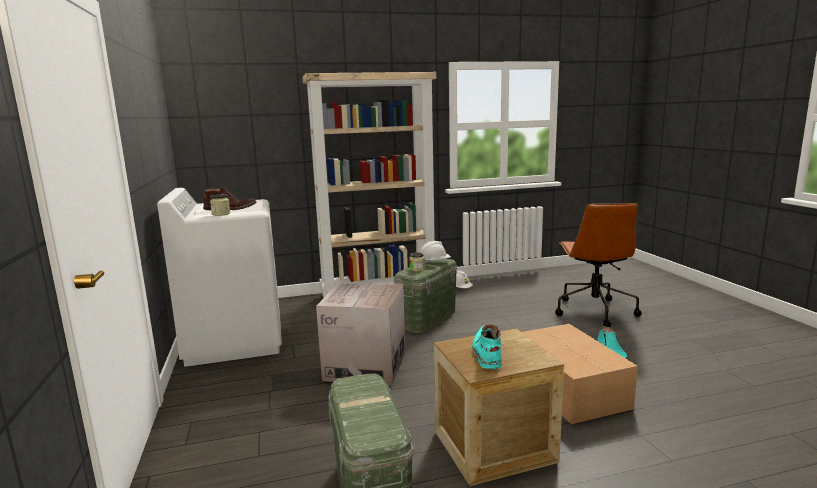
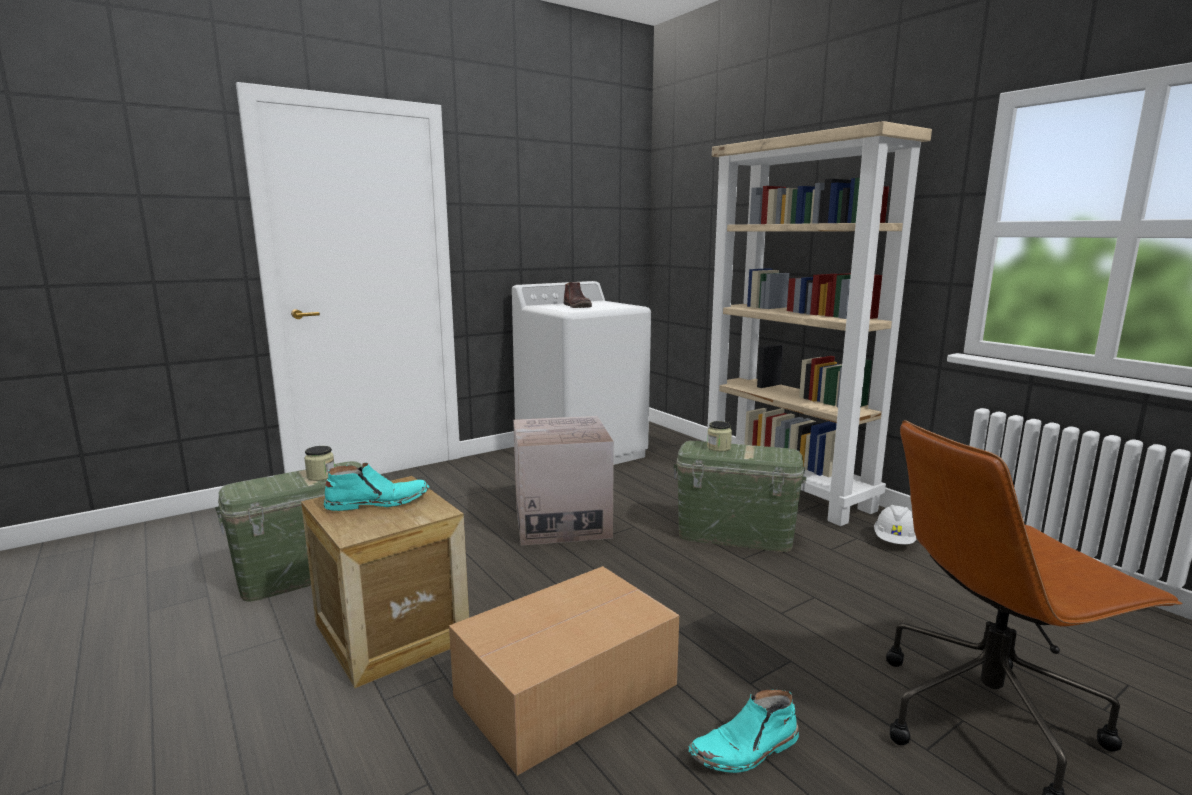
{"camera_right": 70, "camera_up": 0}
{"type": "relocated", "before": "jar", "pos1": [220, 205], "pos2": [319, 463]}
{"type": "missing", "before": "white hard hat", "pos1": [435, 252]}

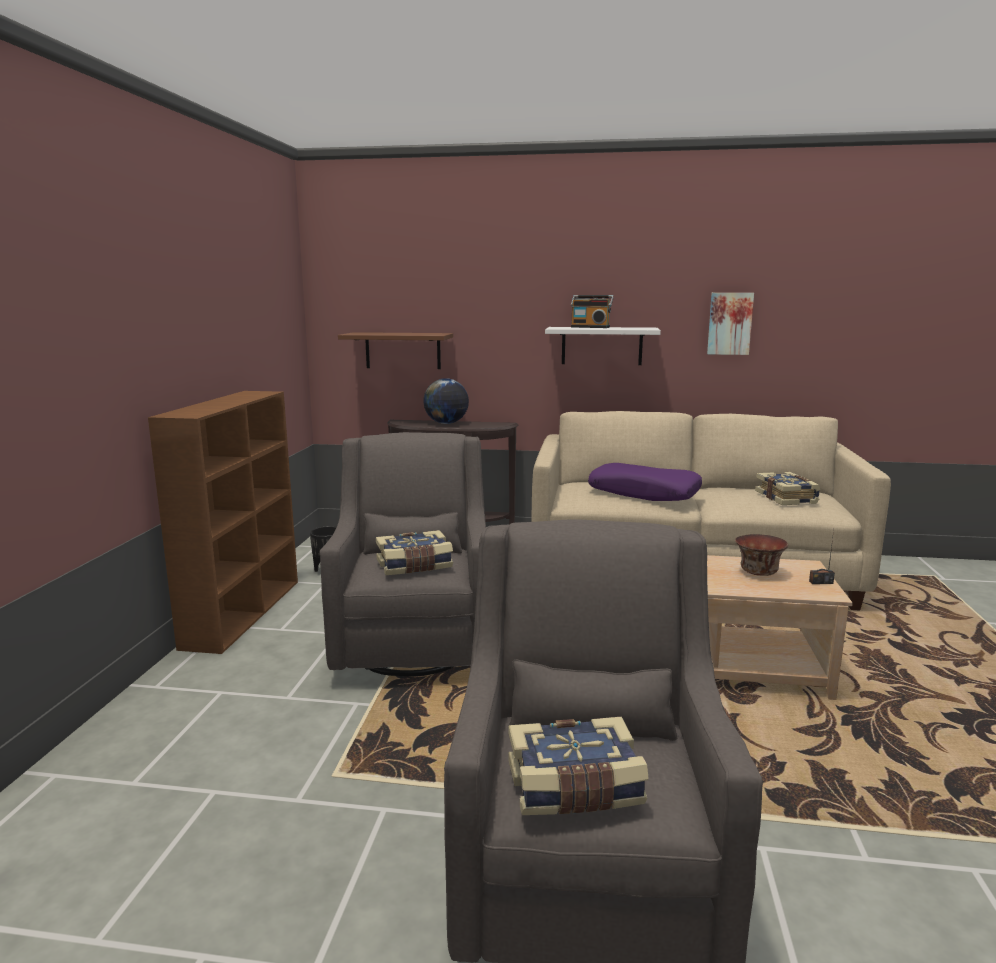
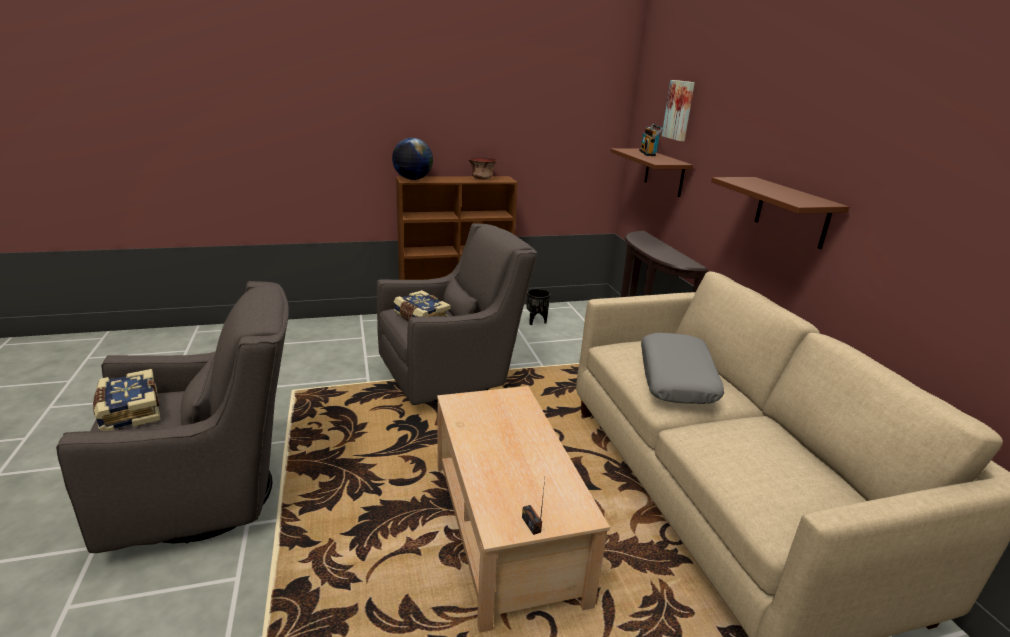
{"camera_right": 65, "camera_up": 10}
{"type": "relocated", "before": "globe", "pos1": [446, 401], "pos2": [412, 159]}
{"type": "relocated", "before": "bowl", "pos1": [761, 555], "pos2": [482, 168]}
{"type": "relocated", "before": "radio", "pos1": [592, 311], "pos2": [651, 140]}
{"type": "colour", "before": "purple pillow", "after": "grey pillow", "pos1": [645, 482], "pos2": [682, 368]}
{"type": "relocated", "before": "picture", "pos1": [730, 324], "pos2": [678, 110]}
{"type": "colour", "before": "white shelf", "after": "brown shelf", "pos1": [603, 346], "pos2": [780, 213]}
{"type": "missing", "before": "book", "pos1": [788, 488]}

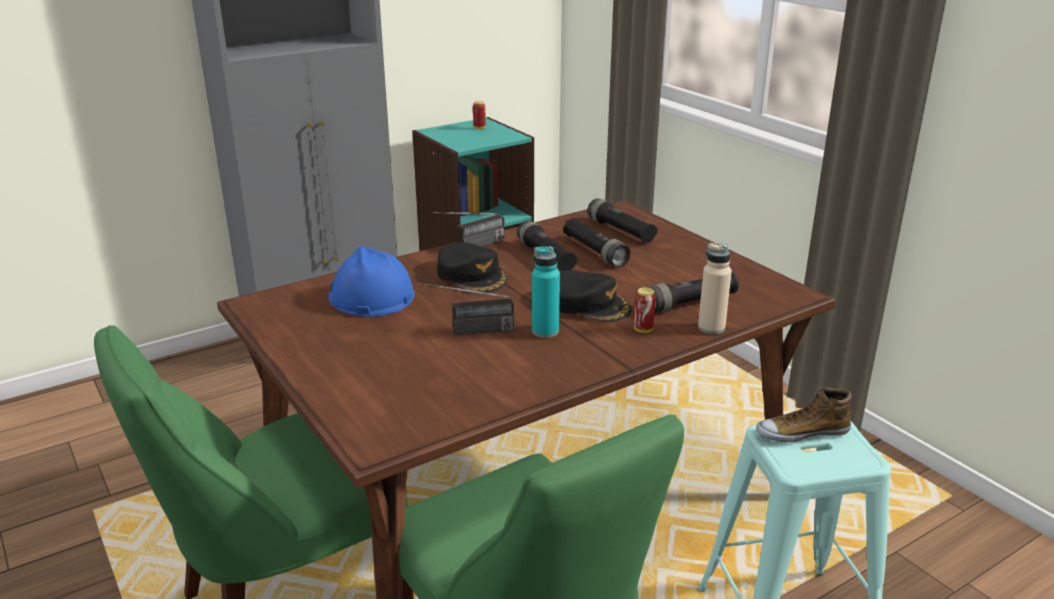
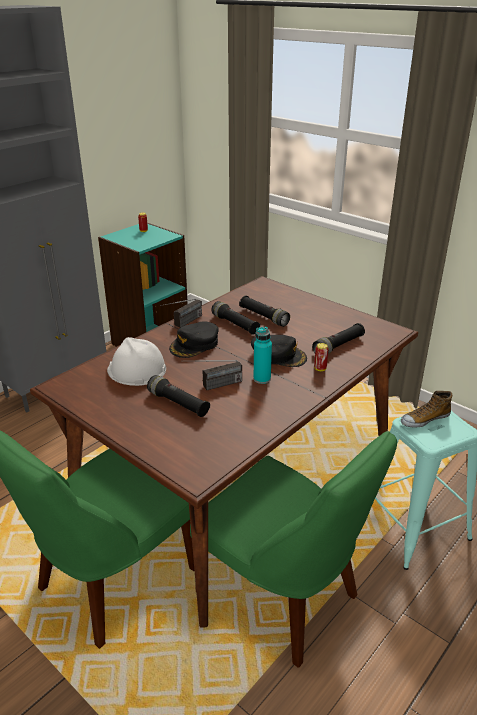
{"camera_right": -15, "camera_up": 5}
{"type": "colour", "before": "blue hard hat", "after": "white hard hat", "pos1": [371, 281], "pos2": [136, 361]}
{"type": "relocated", "before": "black flashlight", "pos1": [622, 220], "pos2": [178, 396]}
{"type": "spun", "before": "black cap", "pos1": [472, 267], "pos2": [194, 340], "turn": 90}
{"type": "missing", "before": "beige bottle", "pos1": [715, 288]}

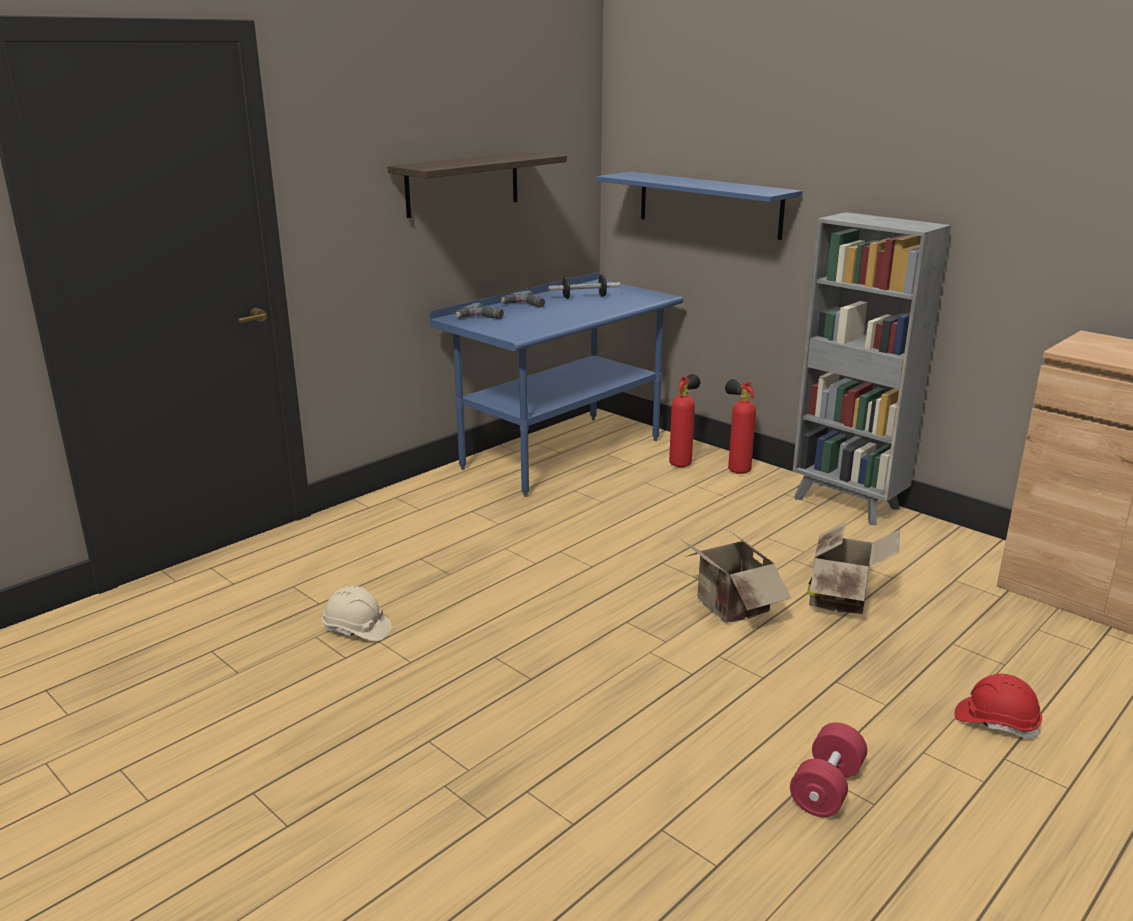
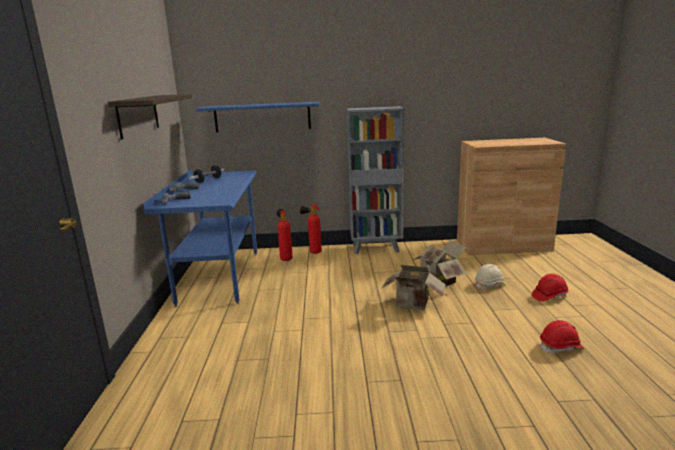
{"camera_right": -45, "camera_up": -5}
{"type": "relocated", "before": "beige hard hat", "pos1": [357, 613], "pos2": [490, 276]}
{"type": "exchanged", "before": "red dumbbell", "after": "red hard hat", "pos1": [828, 769], "pos2": [562, 336]}

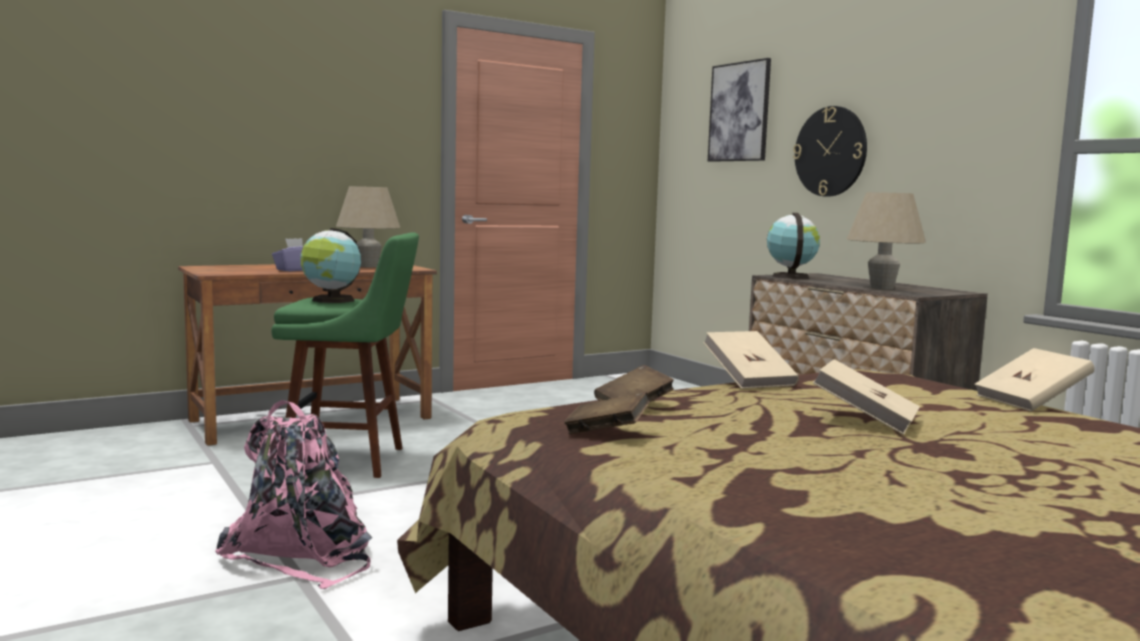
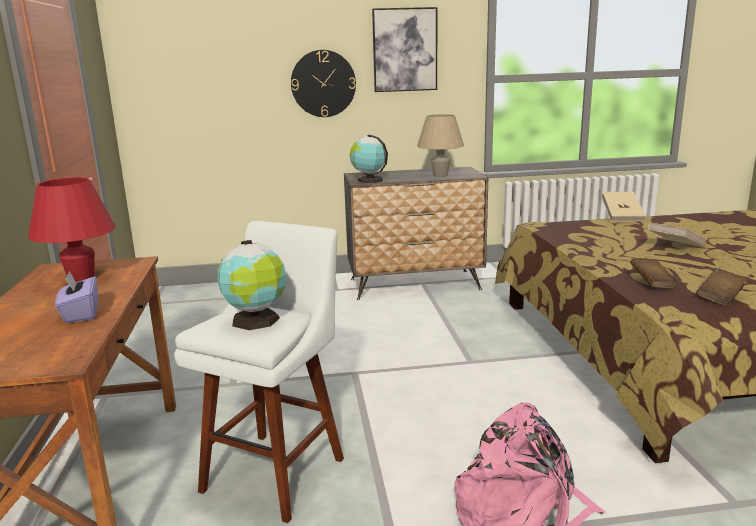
{"camera_right": -65, "camera_up": 10}
{"type": "colour", "before": "beige table lamp", "after": "red table lamp", "pos1": [368, 226], "pos2": [72, 229]}
{"type": "colour", "before": "green stool", "after": "white stool", "pos1": [345, 355], "pos2": [259, 372]}
{"type": "relocated", "before": "picture", "pos1": [739, 110], "pos2": [404, 49]}
{"type": "missing", "before": "beige book", "pos1": [751, 360]}

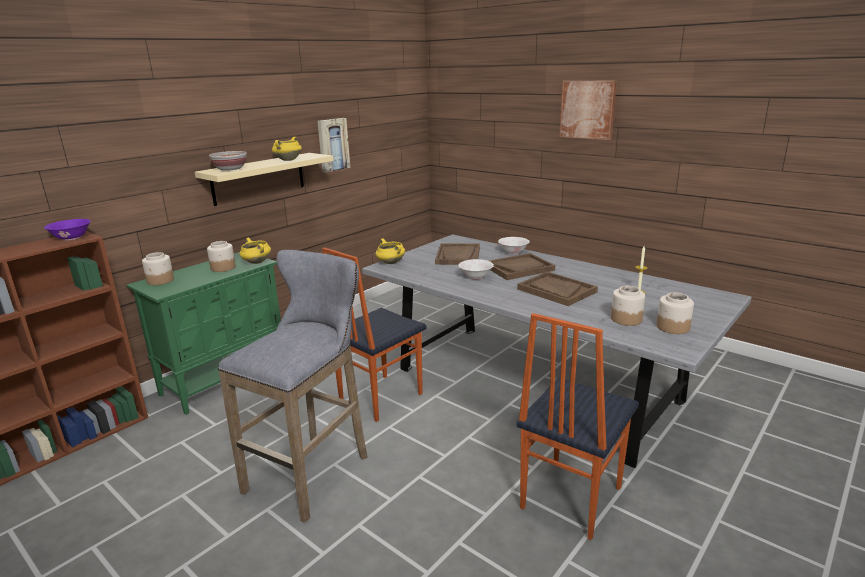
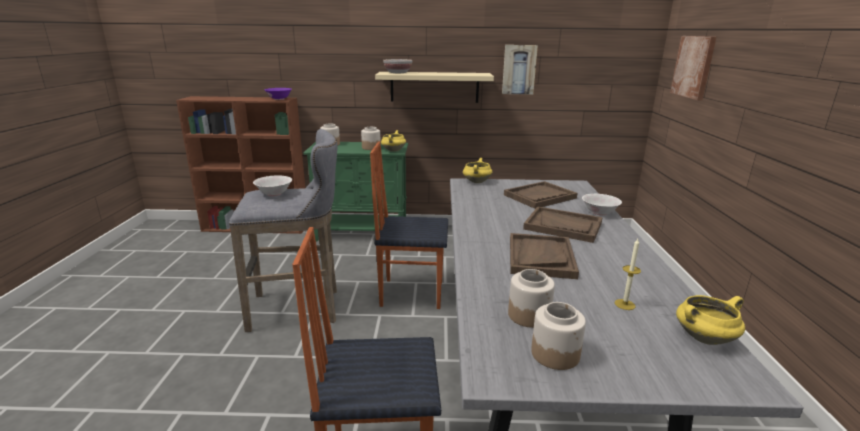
{"camera_right": 50, "camera_up": 0}
{"type": "relocated", "before": "white bowl", "pos1": [476, 269], "pos2": [272, 185]}
{"type": "relocated", "before": "picture", "pos1": [588, 110], "pos2": [693, 68]}
{"type": "relocated", "before": "yellow cooking pot", "pos1": [287, 149], "pos2": [710, 320]}

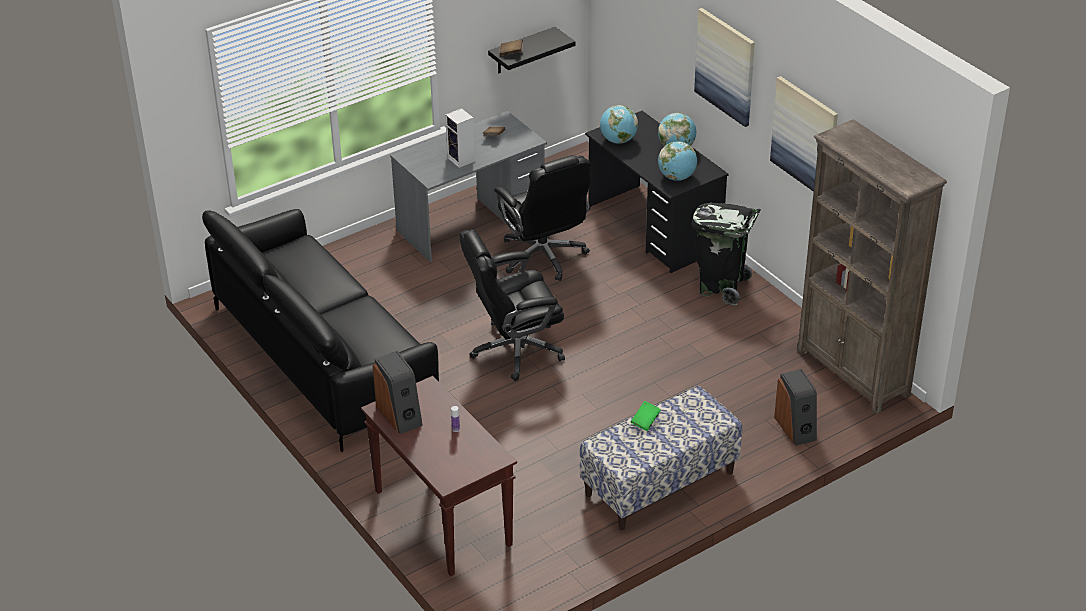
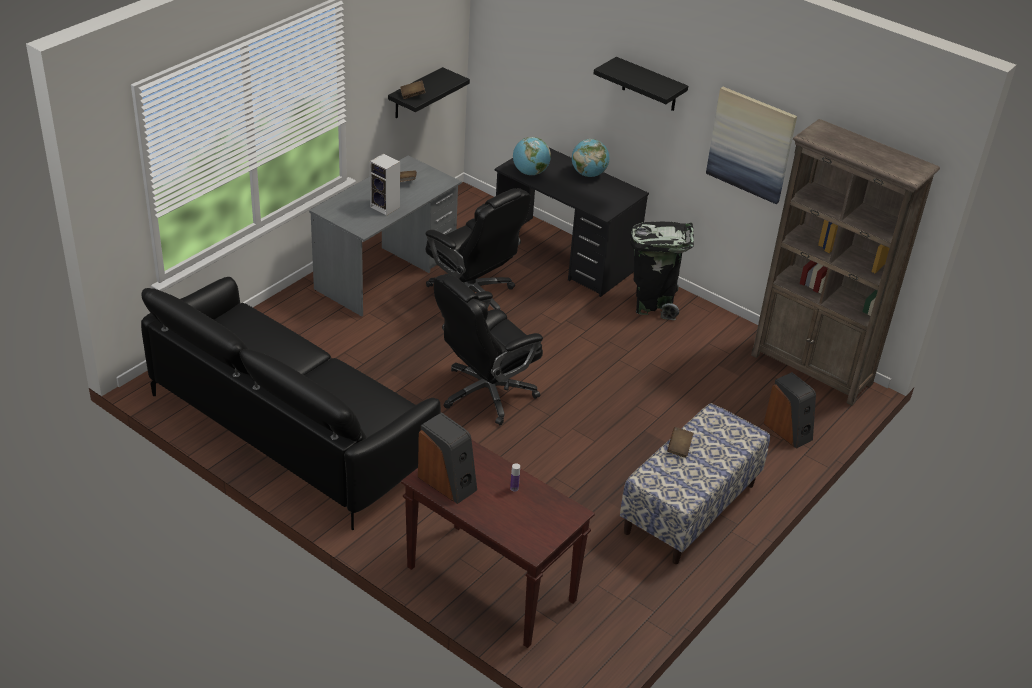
{"camera_right": -20, "camera_up": 0}
{"type": "exchanged", "before": "picture", "after": "black shelf", "pos1": [724, 67], "pos2": [640, 84]}
{"type": "colour", "before": "green book", "after": "brown book", "pos1": [646, 416], "pos2": [680, 442]}
{"type": "missing", "before": "globe", "pos1": [677, 161]}

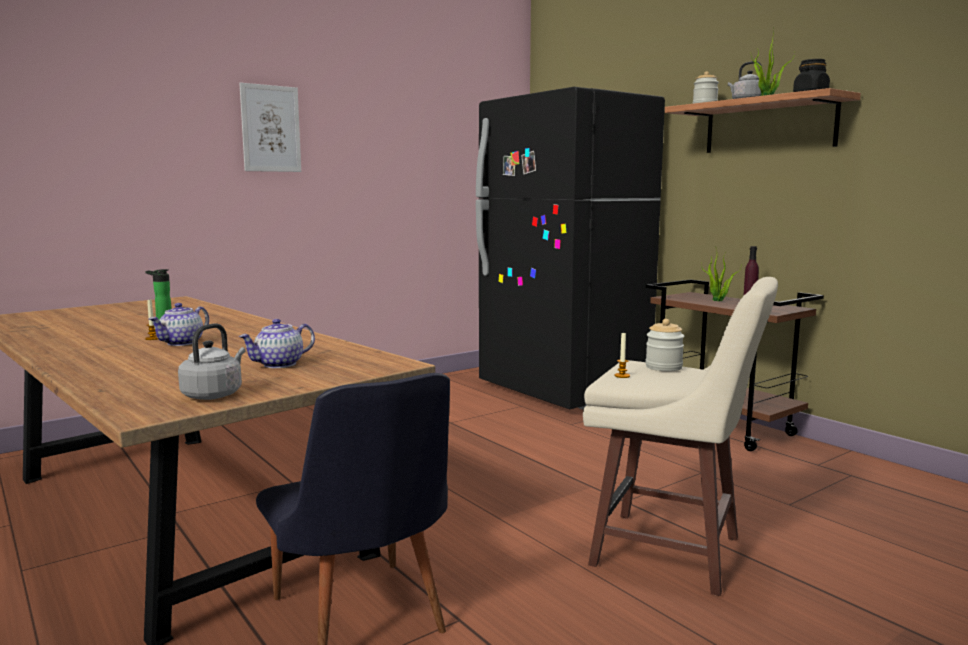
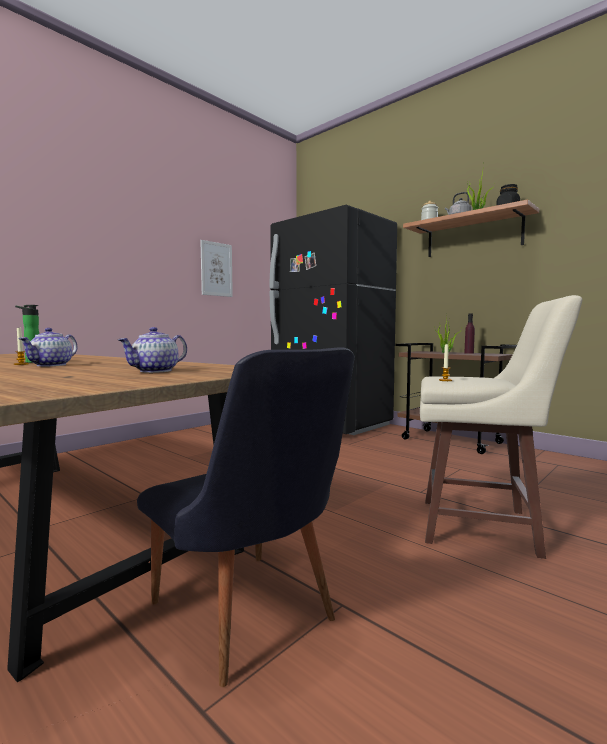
{"camera_right": -10, "camera_up": -5}
{"type": "relocated", "before": "picture", "pos1": [270, 127], "pos2": [216, 268]}
{"type": "missing", "before": "grey kettle", "pos1": [212, 361]}
{"type": "missing", "before": "jar", "pos1": [665, 345]}

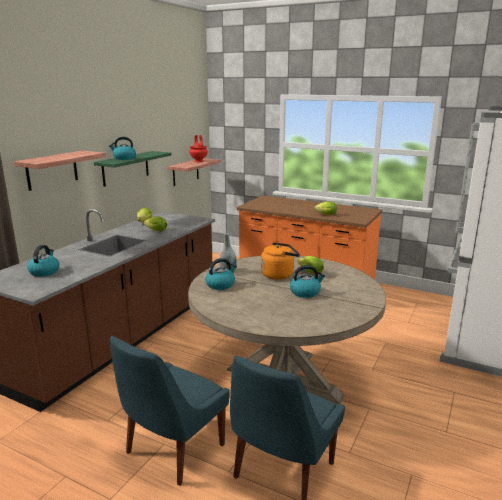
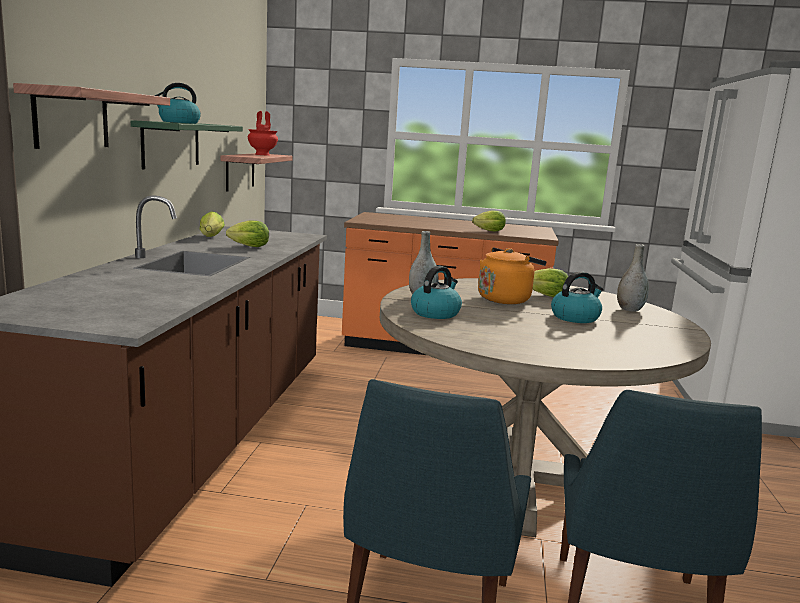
{"camera_right": -20, "camera_up": -5}
{"type": "appeared", "after": "grey vase", "pos2": [633, 278]}
{"type": "missing", "before": "kettle", "pos1": [43, 261]}

